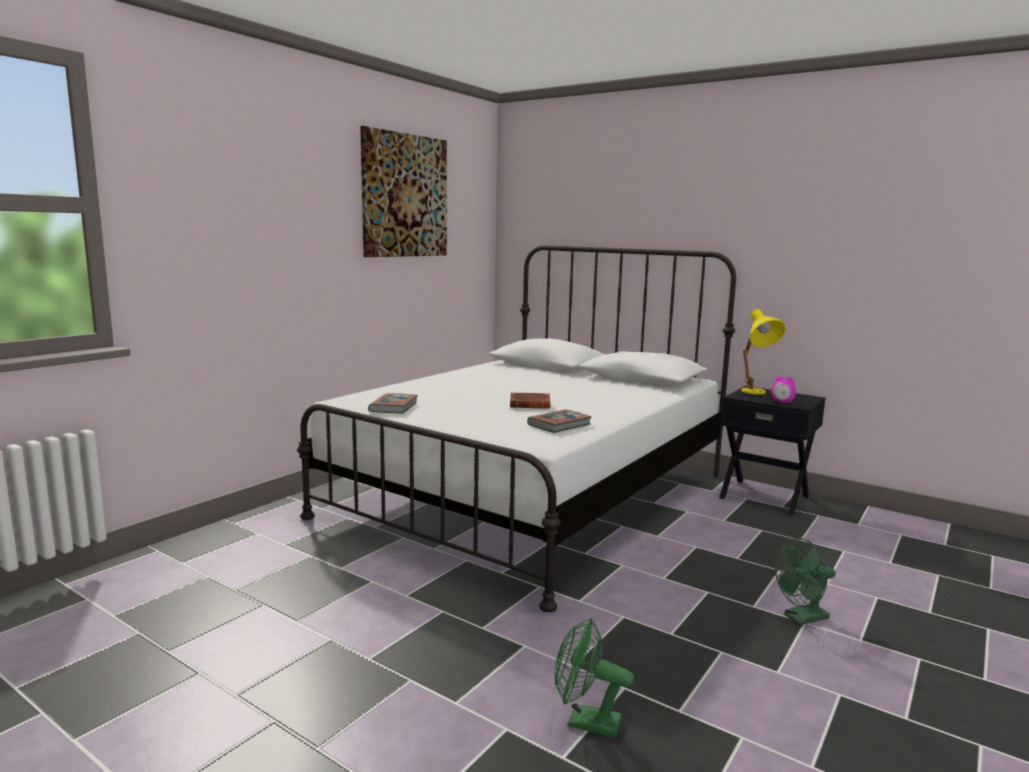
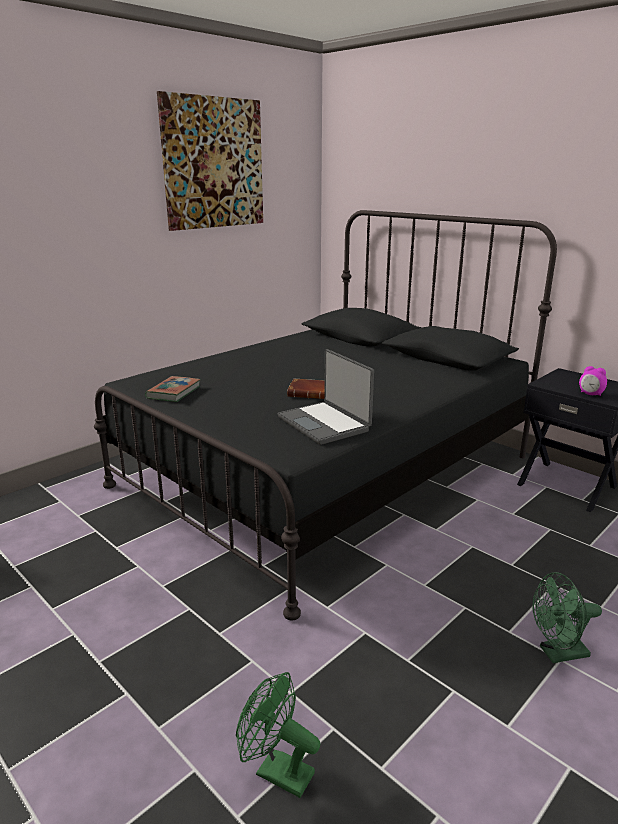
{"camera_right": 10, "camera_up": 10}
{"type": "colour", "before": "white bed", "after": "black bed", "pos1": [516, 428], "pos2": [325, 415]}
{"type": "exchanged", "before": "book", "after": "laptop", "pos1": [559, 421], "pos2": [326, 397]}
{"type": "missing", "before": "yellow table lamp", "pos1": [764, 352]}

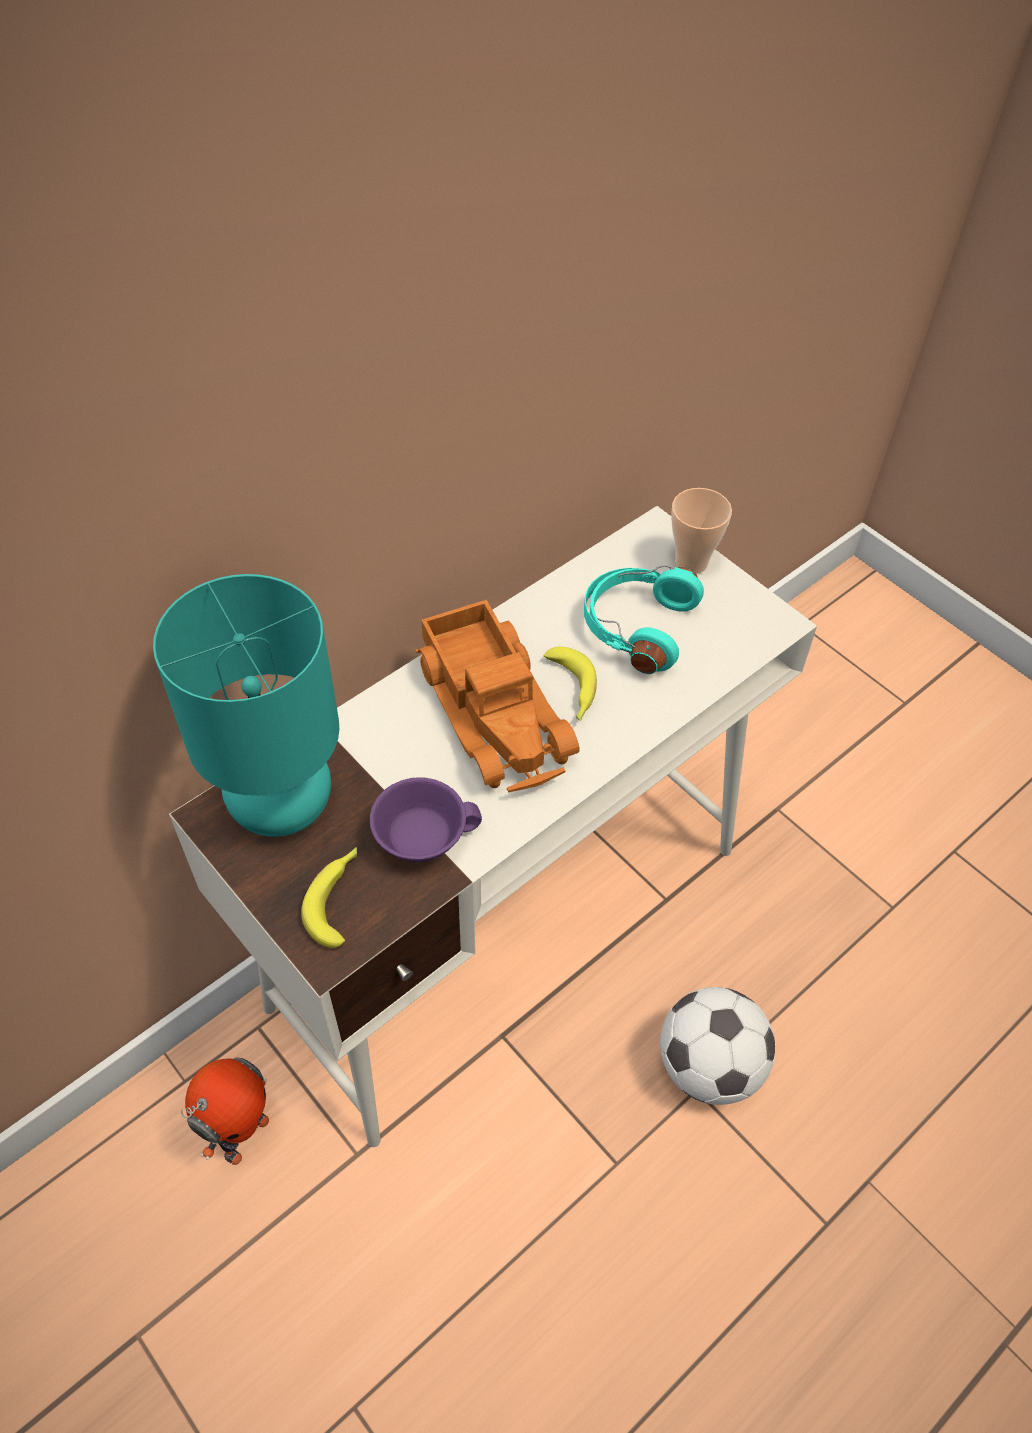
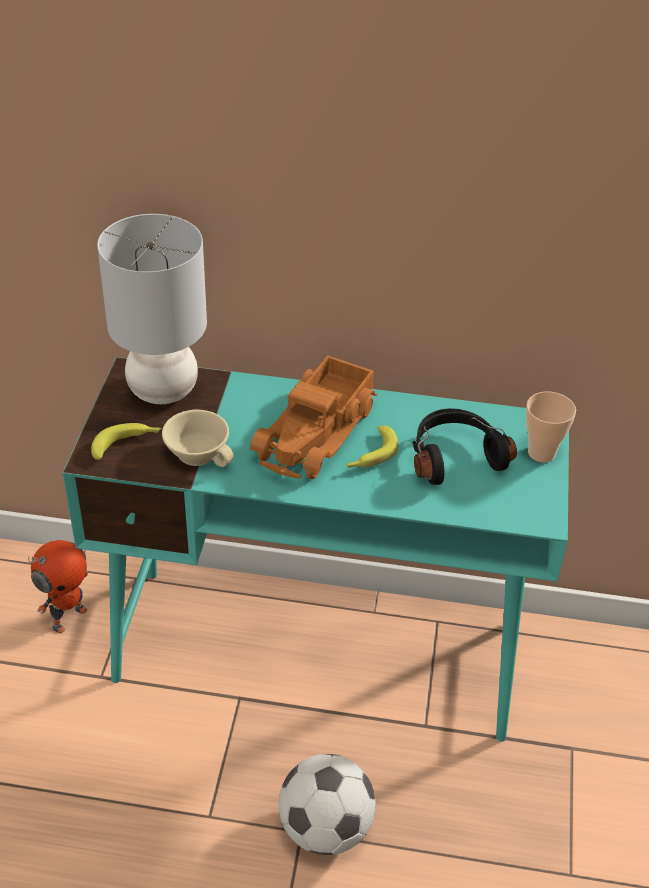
{"camera_right": 50, "camera_up": -10}
{"type": "spun", "before": "toy robot", "pos1": [225, 1111], "pos2": [58, 586], "turn": -45}
{"type": "colour", "before": "white desk", "after": "turquoise desk", "pos1": [493, 826], "pos2": [315, 549]}
{"type": "colour", "before": "turquoise table lamp", "after": "grey table lamp", "pos1": [246, 705], "pos2": [152, 309]}
{"type": "colour", "before": "purple cup", "after": "beige cup", "pos1": [426, 819], "pos2": [198, 438]}
{"type": "colour", "before": "turquoise headphones", "after": "black headphones", "pos1": [644, 619], "pos2": [464, 446]}

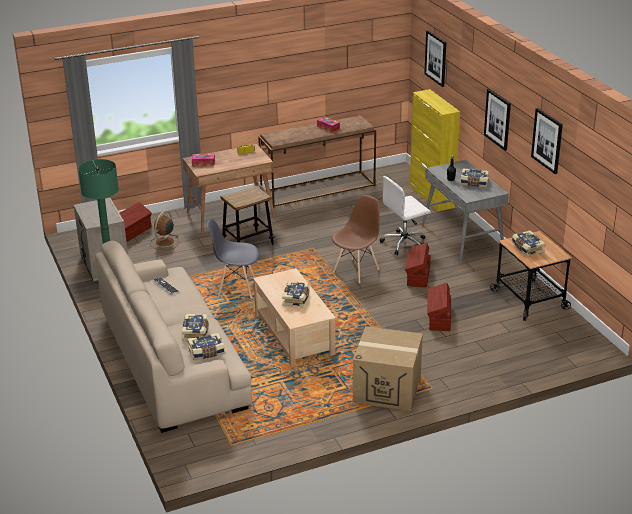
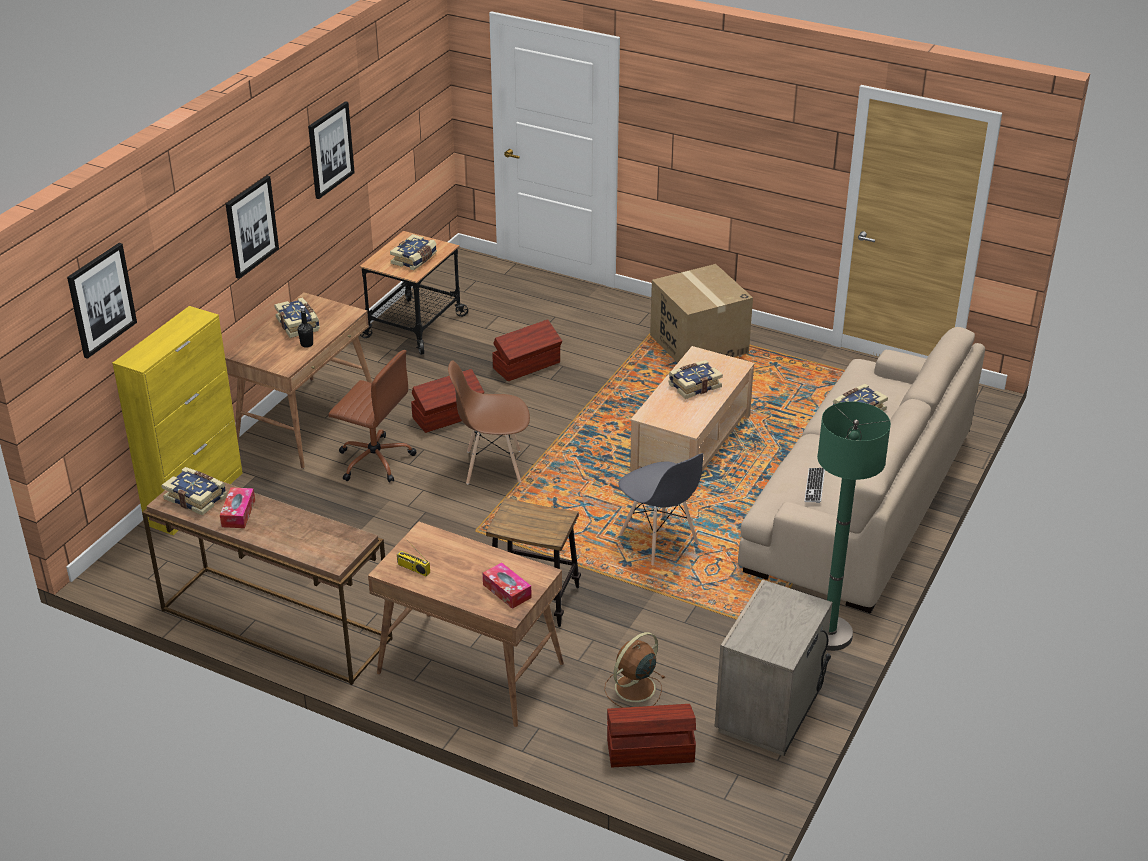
{"camera_right": -130, "camera_up": 5}
{"type": "relocated", "before": "book", "pos1": [206, 346], "pos2": [194, 491]}
{"type": "colour", "before": "grey desk", "after": "brown desk", "pos1": [465, 211], "pos2": [298, 381]}
{"type": "colour", "before": "white office chair", "after": "brown office chair", "pos1": [405, 215], "pos2": [372, 416]}
{"type": "spun", "before": "brown fan", "pos1": [164, 230], "pos2": [634, 670], "turn": 150}

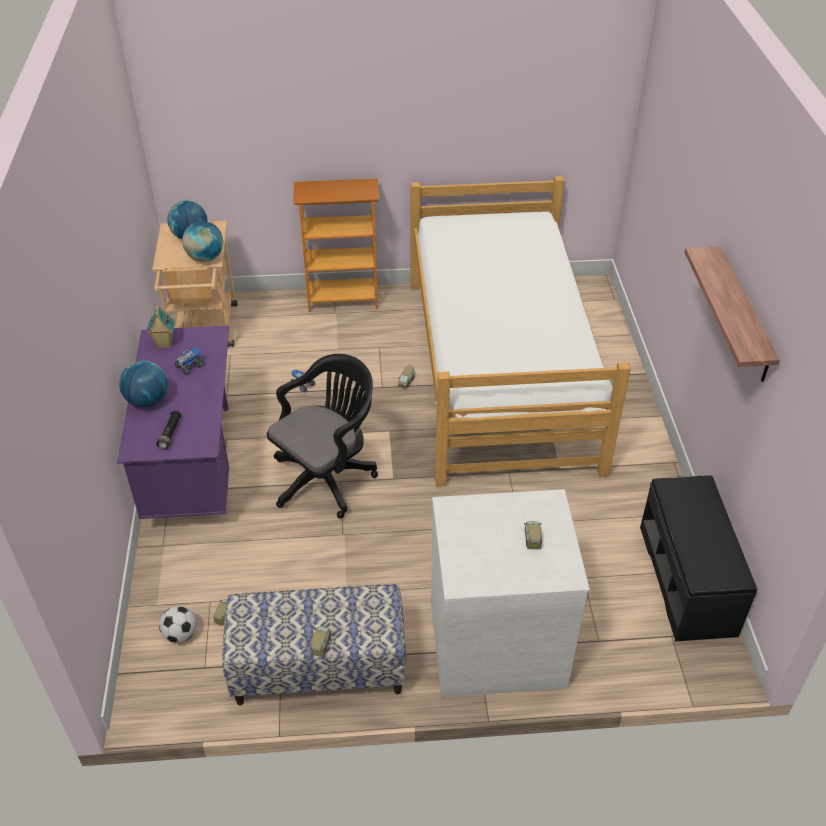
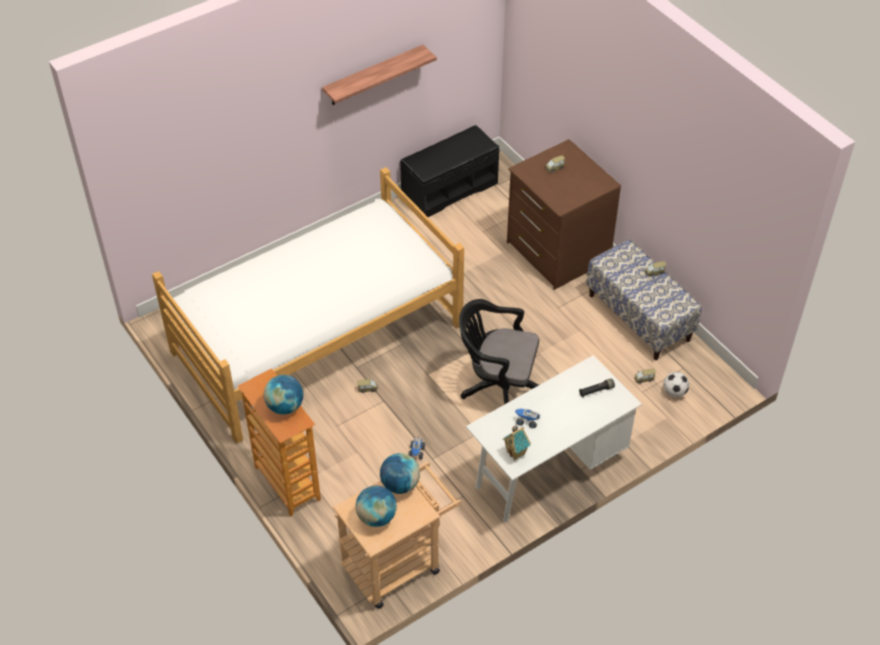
{"camera_right": -120, "camera_up": 5}
{"type": "relocated", "before": "globe", "pos1": [143, 384], "pos2": [283, 394]}
{"type": "colour", "before": "purple desk", "after": "white desk", "pos1": [173, 422], "pos2": [554, 438]}
{"type": "colour", "before": "white dresser", "after": "brown dresser", "pos1": [510, 593], "pos2": [564, 214]}

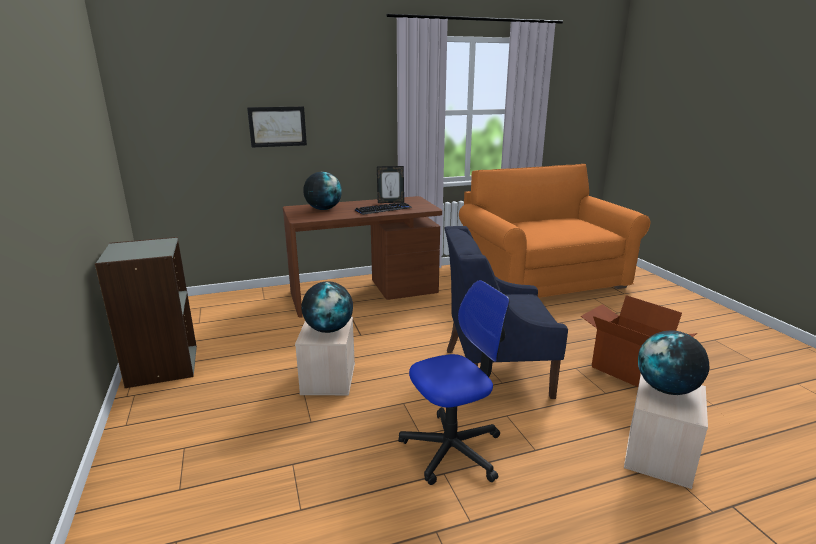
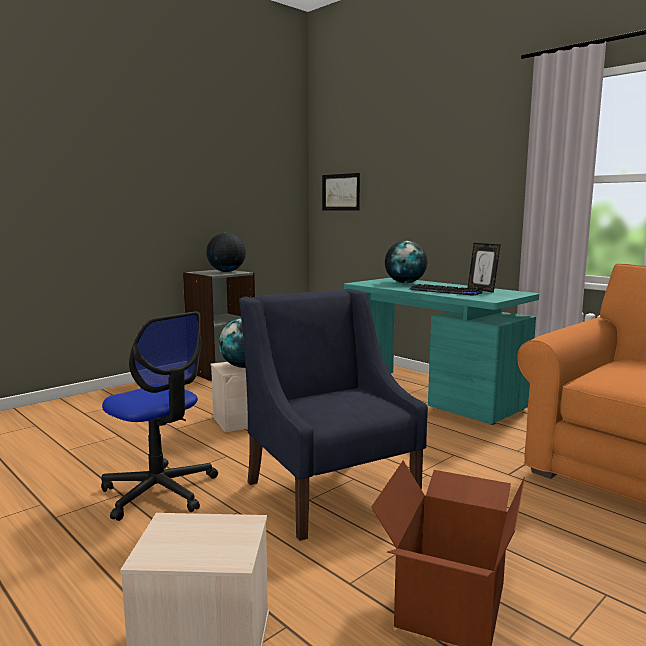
{"camera_right": 65, "camera_up": -10}
{"type": "relocated", "before": "globe", "pos1": [673, 362], "pos2": [226, 252]}
{"type": "relocated", "before": "picture", "pos1": [277, 127], "pos2": [341, 192]}
{"type": "colour", "before": "brown desk", "after": "turquoise desk", "pos1": [362, 257], "pos2": [441, 351]}

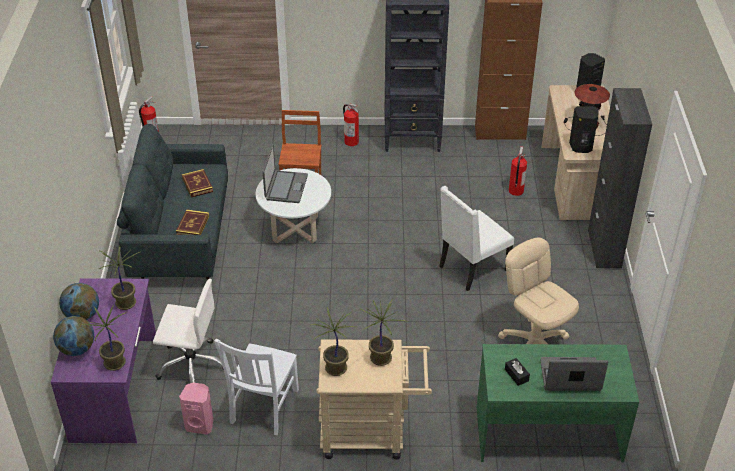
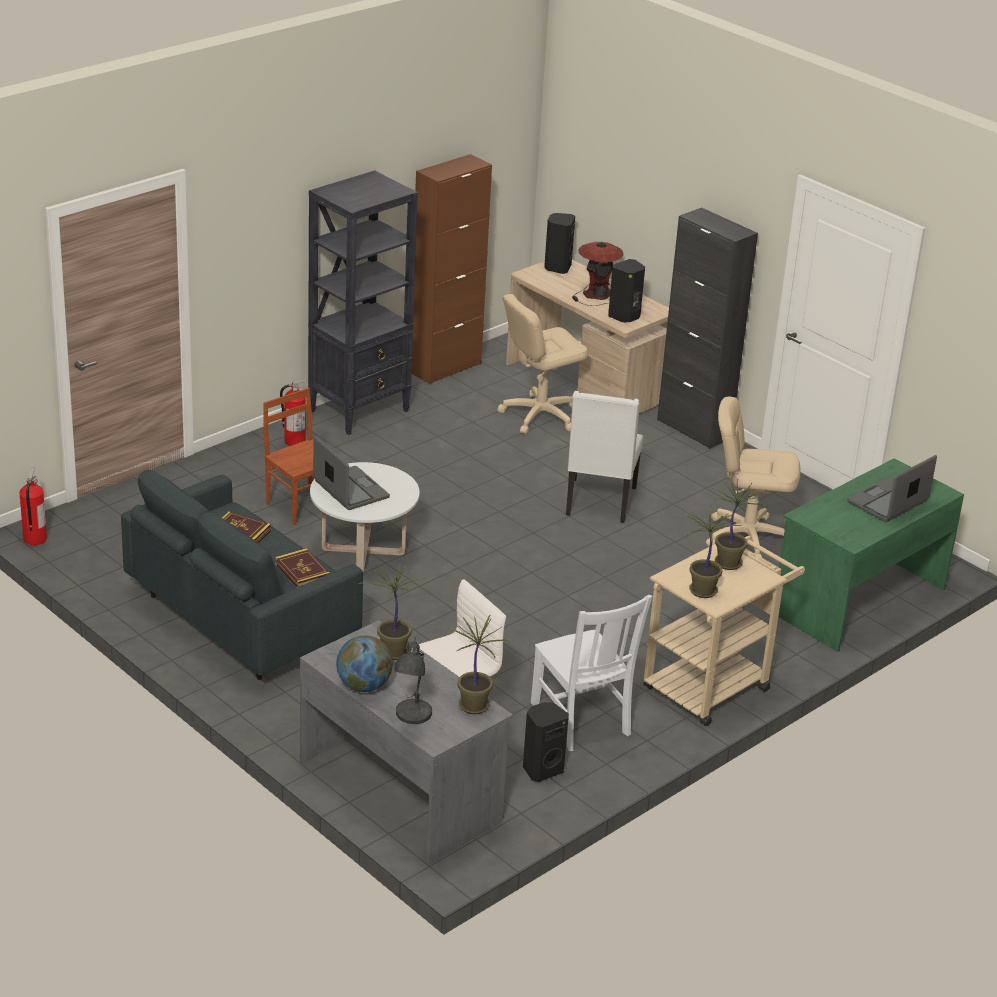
{"camera_right": -45, "camera_up": -10}
{"type": "colour", "before": "purple desk", "after": "grey desk", "pos1": [103, 360], "pos2": [406, 742]}
{"type": "exchanged", "before": "globe", "after": "grey table lamp", "pos1": [73, 336], "pos2": [413, 680]}
{"type": "exchanged", "before": "fire extinguisher", "after": "beige office chair", "pos1": [518, 171], "pos2": [543, 364]}
{"type": "colour", "before": "pink speaker", "after": "black speaker", "pos1": [196, 409], "pos2": [546, 742]}
{"type": "missing", "before": "black tissue box", "pos1": [517, 372]}

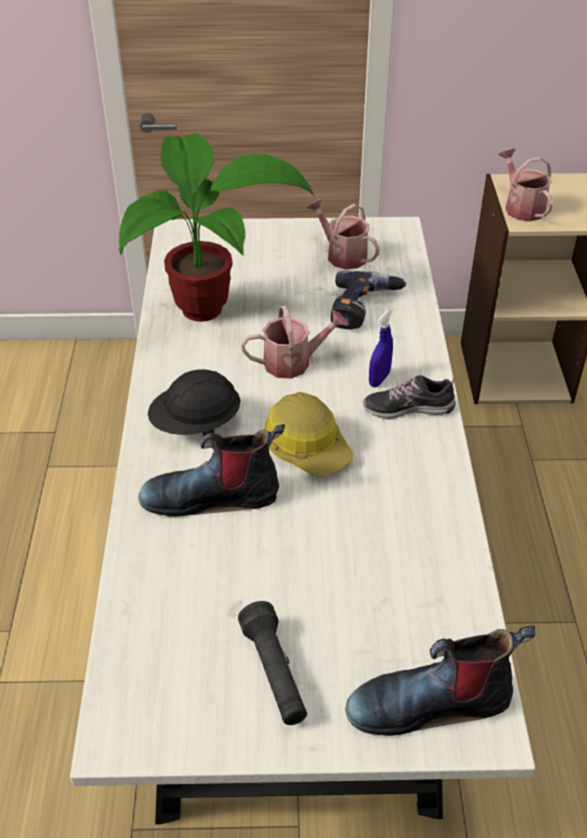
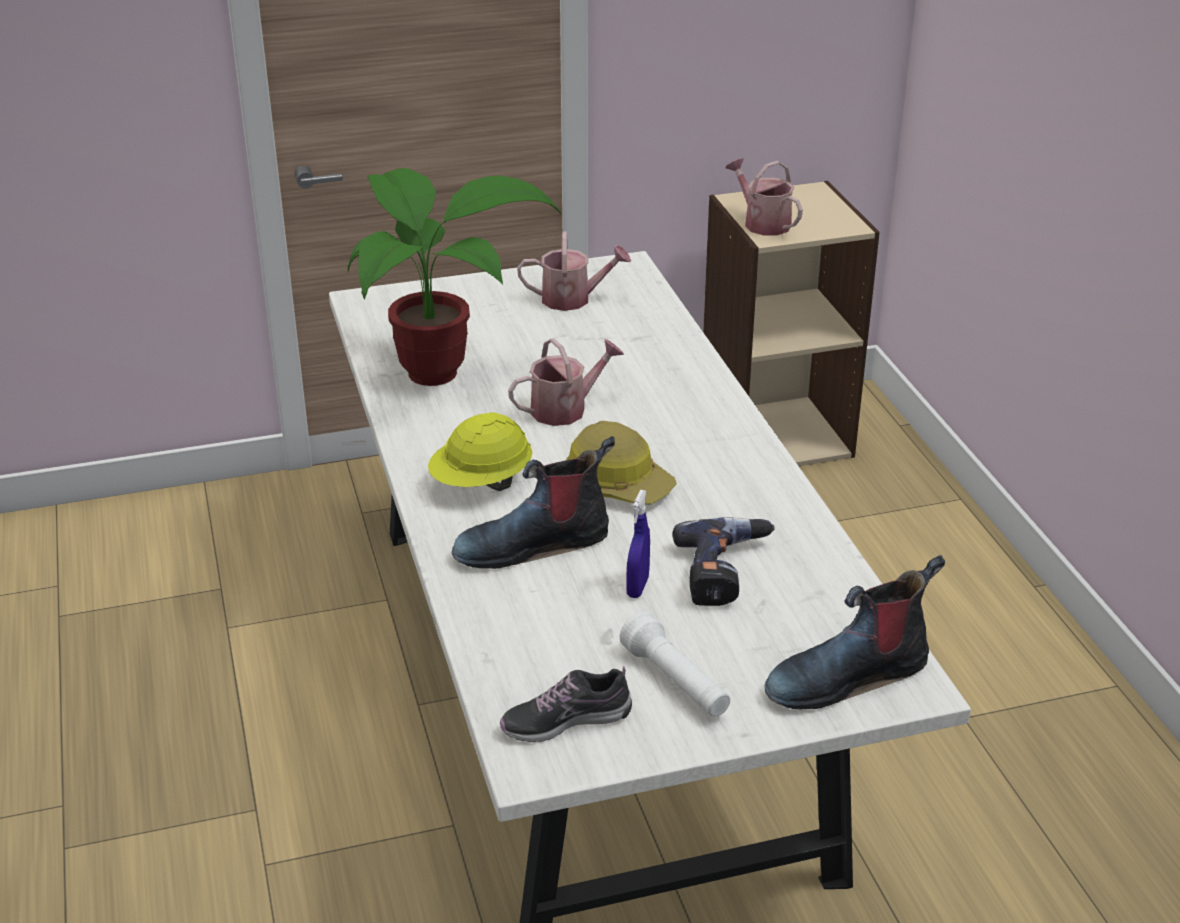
{"camera_right": -15, "camera_up": -10}
{"type": "colour", "before": "black hard hat", "after": "yellow hard hat", "pos1": [194, 403], "pos2": [480, 451]}
{"type": "relocated", "before": "shoe", "pos1": [409, 397], "pos2": [566, 704]}
{"type": "spun", "before": "watering can", "pos1": [343, 234], "pos2": [574, 271], "turn": 150}
{"type": "colour", "before": "black flashlight", "after": "white flashlight", "pos1": [272, 663], "pos2": [675, 664]}
{"type": "relocated", "before": "blue spray bottle", "pos1": [381, 348], "pos2": [638, 544]}
{"type": "relocated", "before": "power drill", "pos1": [368, 300], "pos2": [723, 561]}

